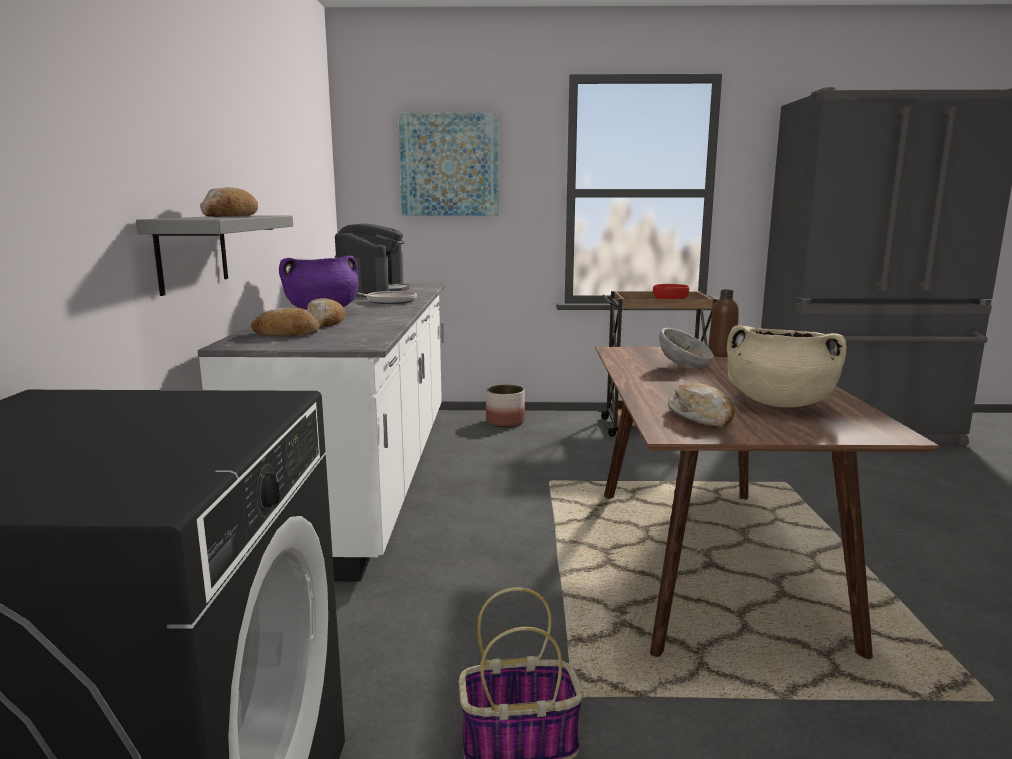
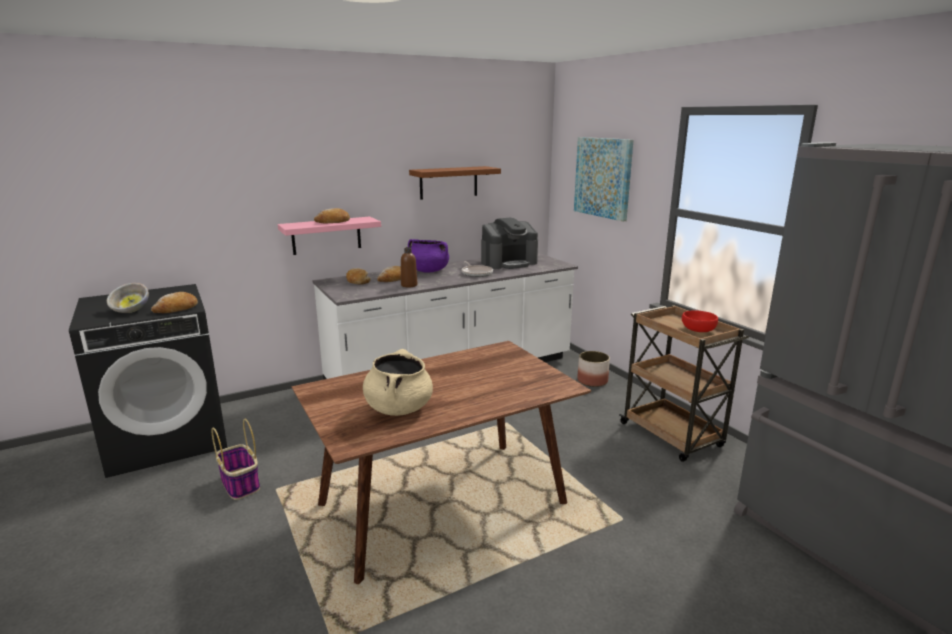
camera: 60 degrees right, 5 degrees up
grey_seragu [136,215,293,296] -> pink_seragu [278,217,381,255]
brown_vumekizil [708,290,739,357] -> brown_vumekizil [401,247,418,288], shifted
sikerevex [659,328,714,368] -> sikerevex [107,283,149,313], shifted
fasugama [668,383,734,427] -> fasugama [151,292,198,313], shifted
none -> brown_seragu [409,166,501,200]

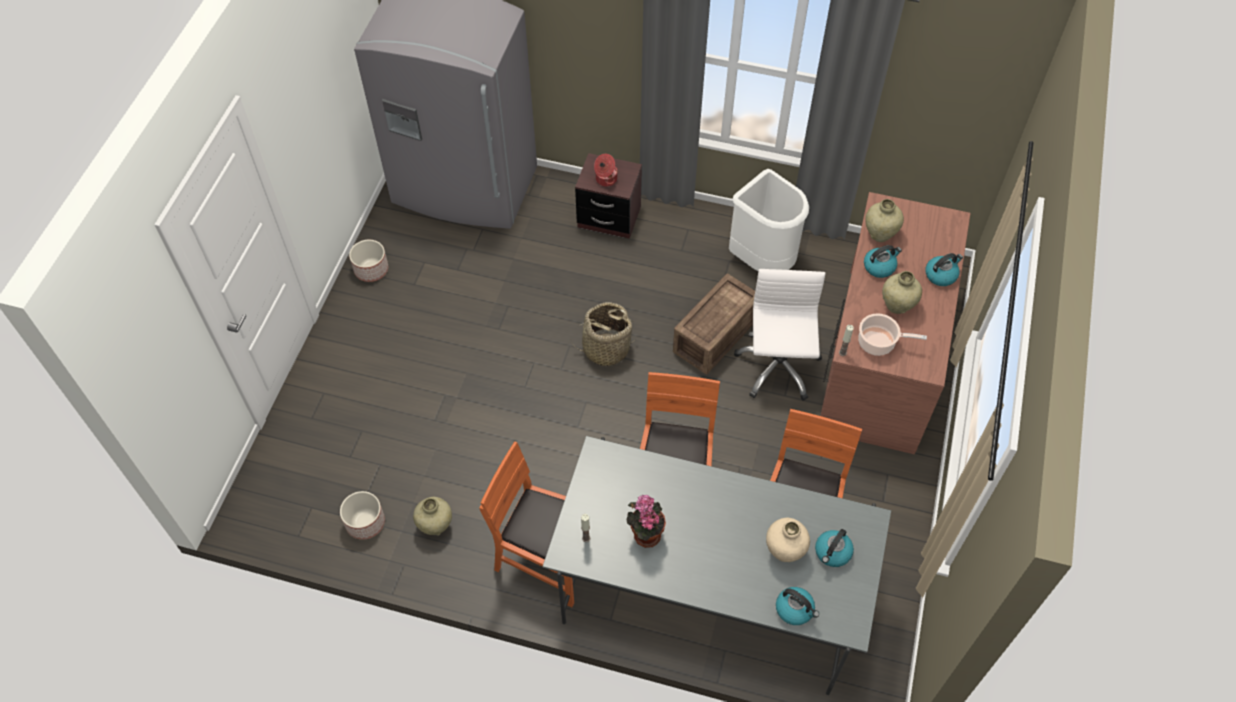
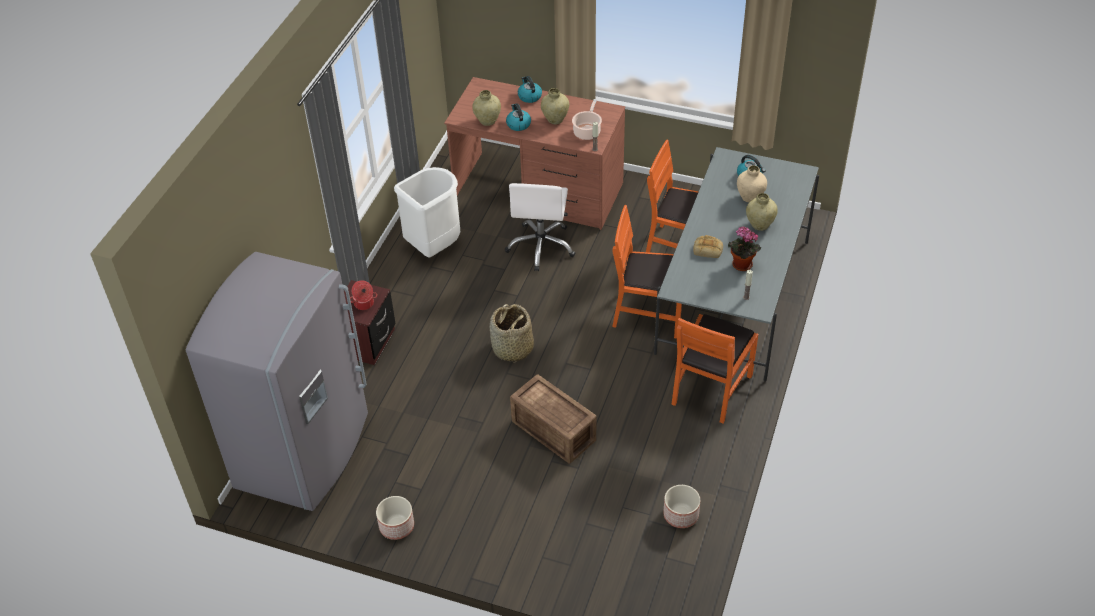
camera: 85 degrees left, 10 degrees down
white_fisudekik [734,269,826,401] -> white_fisudekik [505,183,576,271], 90 degrees counterclockwise
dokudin [673,274,755,374] -> dokudin [510,374,596,464], shifted
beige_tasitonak [413,497,452,536] -> beige_tasitonak [746,193,778,231], shifted
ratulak [776,587,819,625] -> none
none -> fasugama [693,235,723,258]

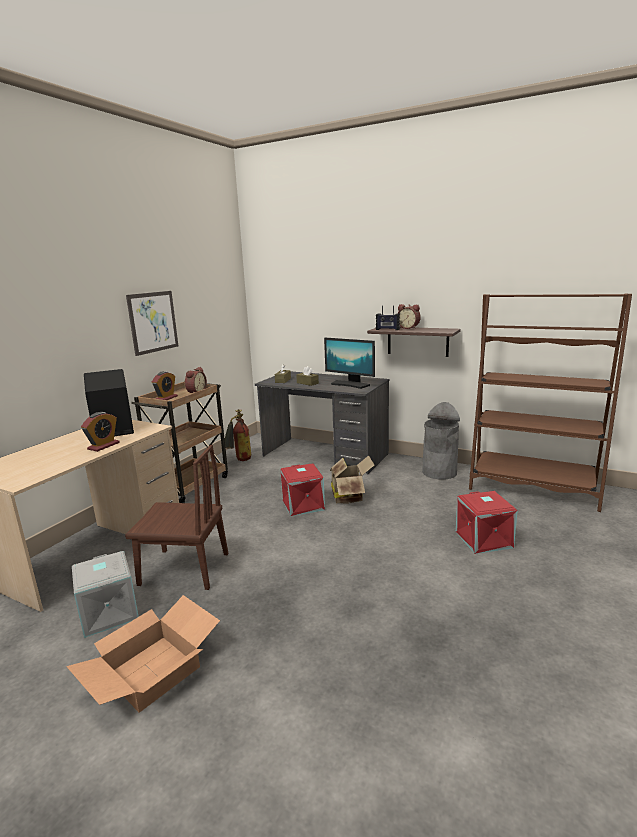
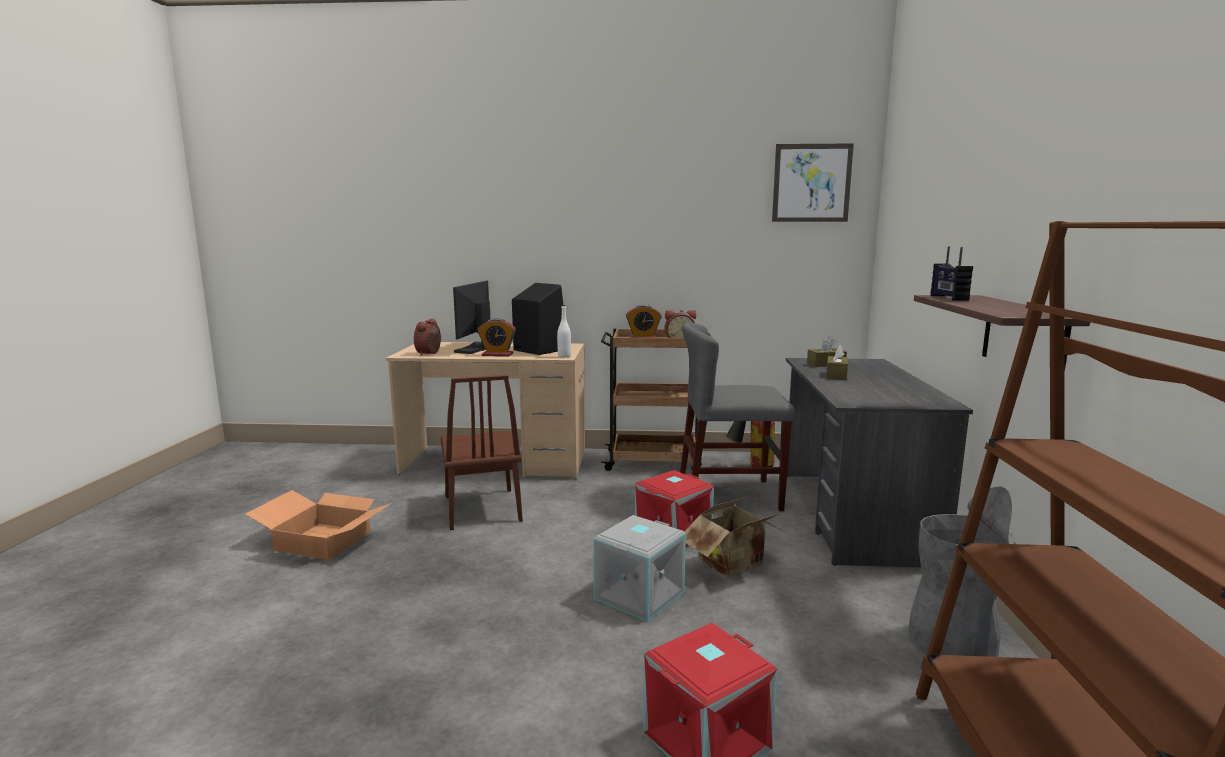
camera: 65 degrees right, 5 degrees down
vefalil [126,291,178,356] -> vefalil [772,143,854,222], shifted
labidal [398,304,421,329] -> labidal [414,319,441,356], shifted
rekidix [324,338,375,389] -> rekidix [453,281,490,354], shifted
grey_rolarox [72,551,139,638] -> grey_rolarox [593,515,686,622], shifted
none -> white_vumekizil [557,305,571,358]
none -> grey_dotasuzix [680,323,795,511]

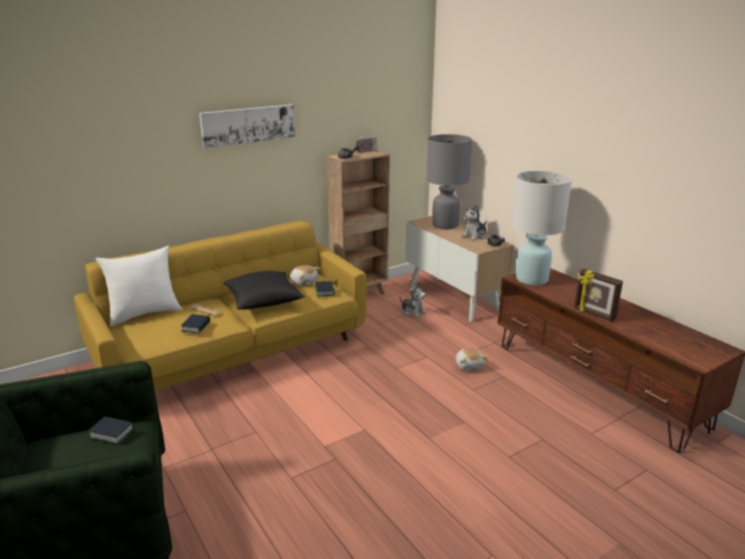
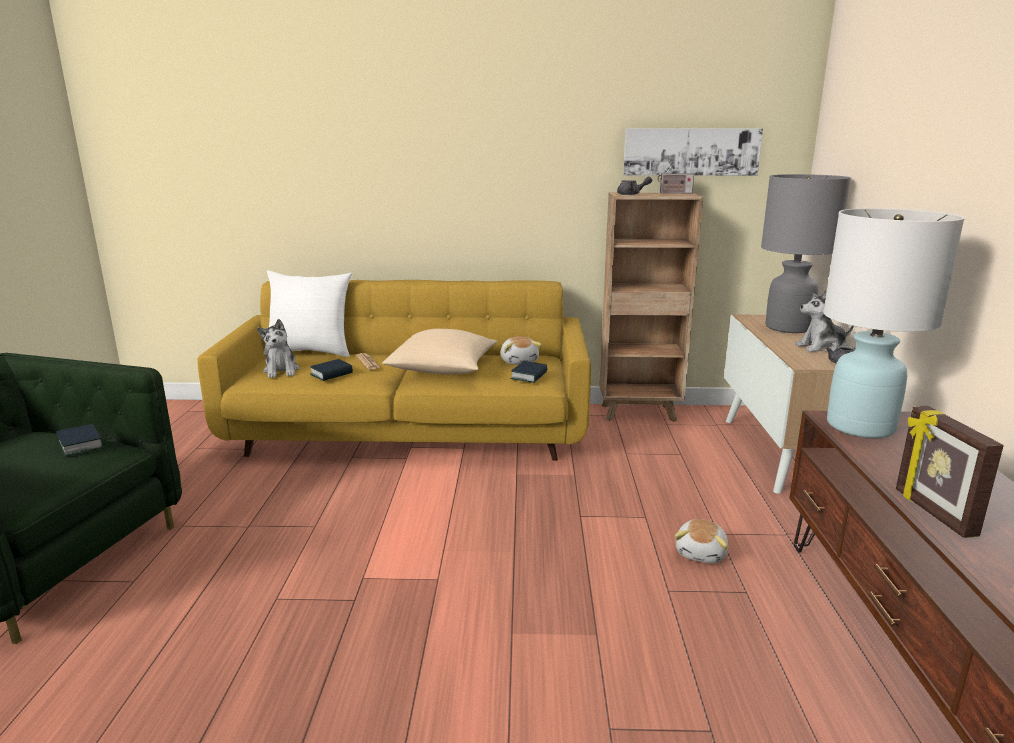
camera: 35 degrees right, 5 degrees down
vefalil [199,104,295,148] -> vefalil [623,129,763,176], shifted
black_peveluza [223,271,305,310] -> beige_peveluza [382,329,497,374]
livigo [399,283,427,318] -> livigo [257,319,300,378], shifted

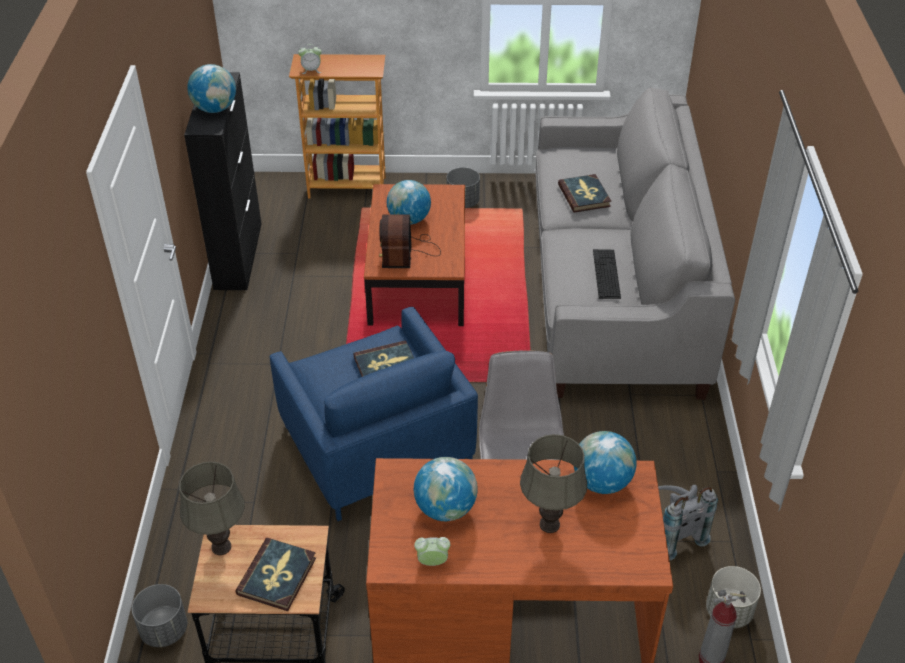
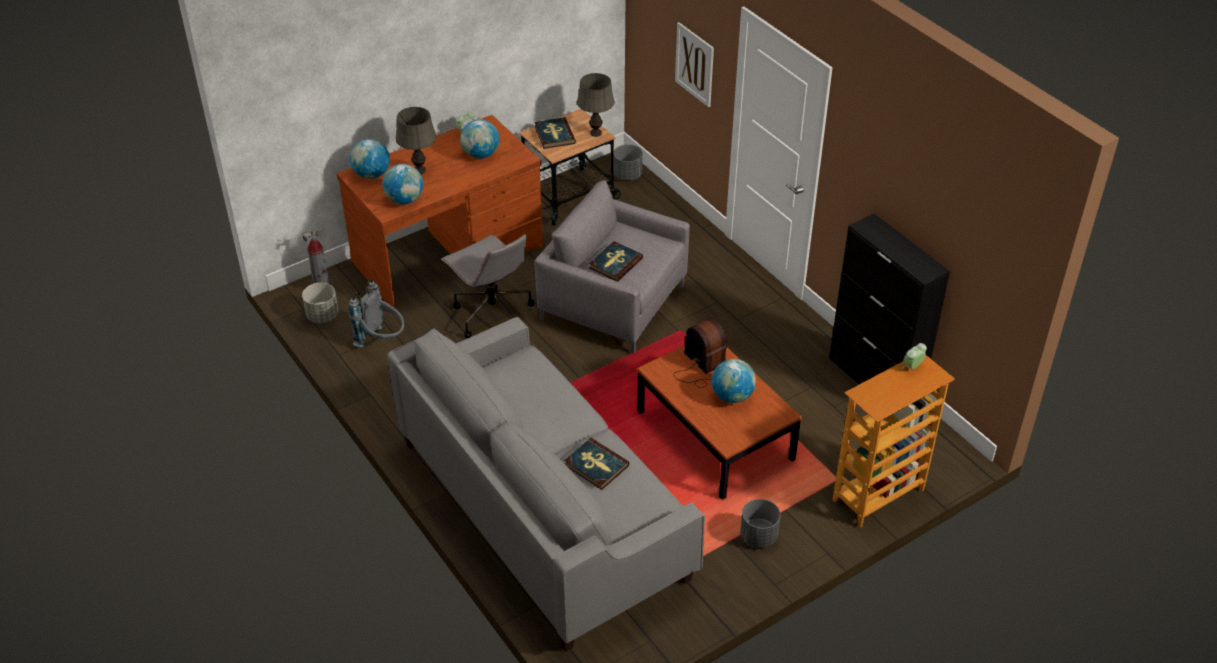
camera: 145 degrees right, 0 degrees up
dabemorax [187,64,236,113] -> dabemorax [350,139,390,179], shifted
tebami [593,249,621,299] -> none
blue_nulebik [270,307,478,521] -> grey_nulebik [535,180,690,353]
none -> vefalil [675,22,714,107]

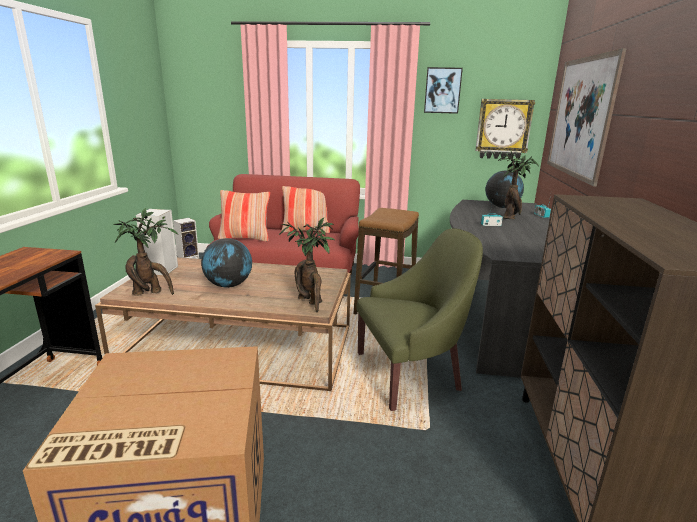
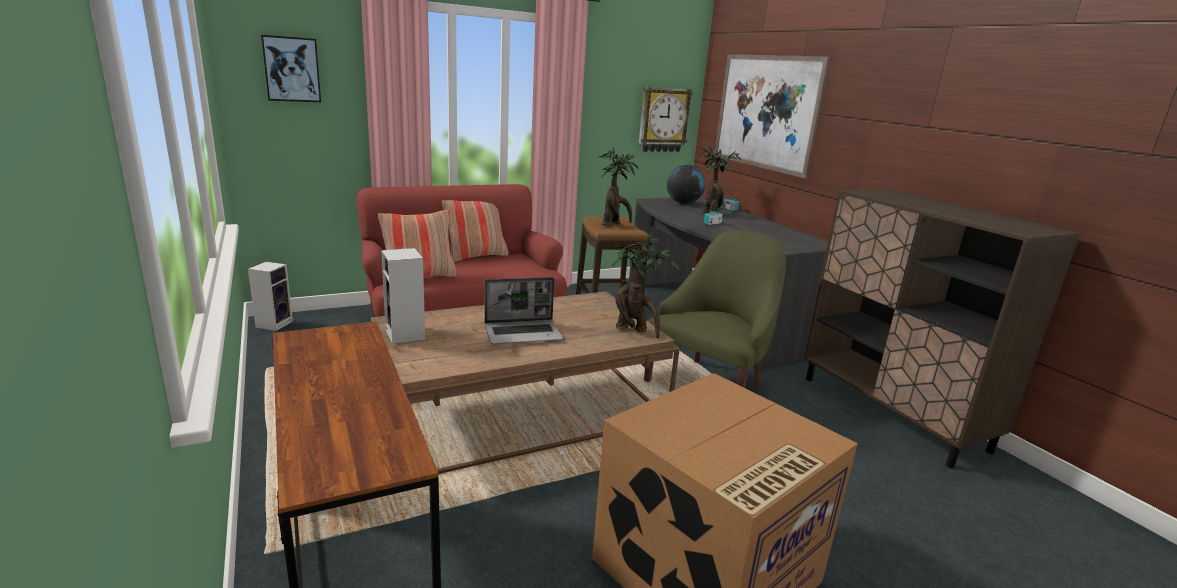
camera: 35 degrees left, 0 degrees up
vefalil [424,67,463,114] -> vefalil [261,35,321,102], shifted
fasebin [113,208,178,296] -> fasebin [599,147,638,226], shifted
dabemorax [201,238,252,288] -> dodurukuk [484,277,563,344]

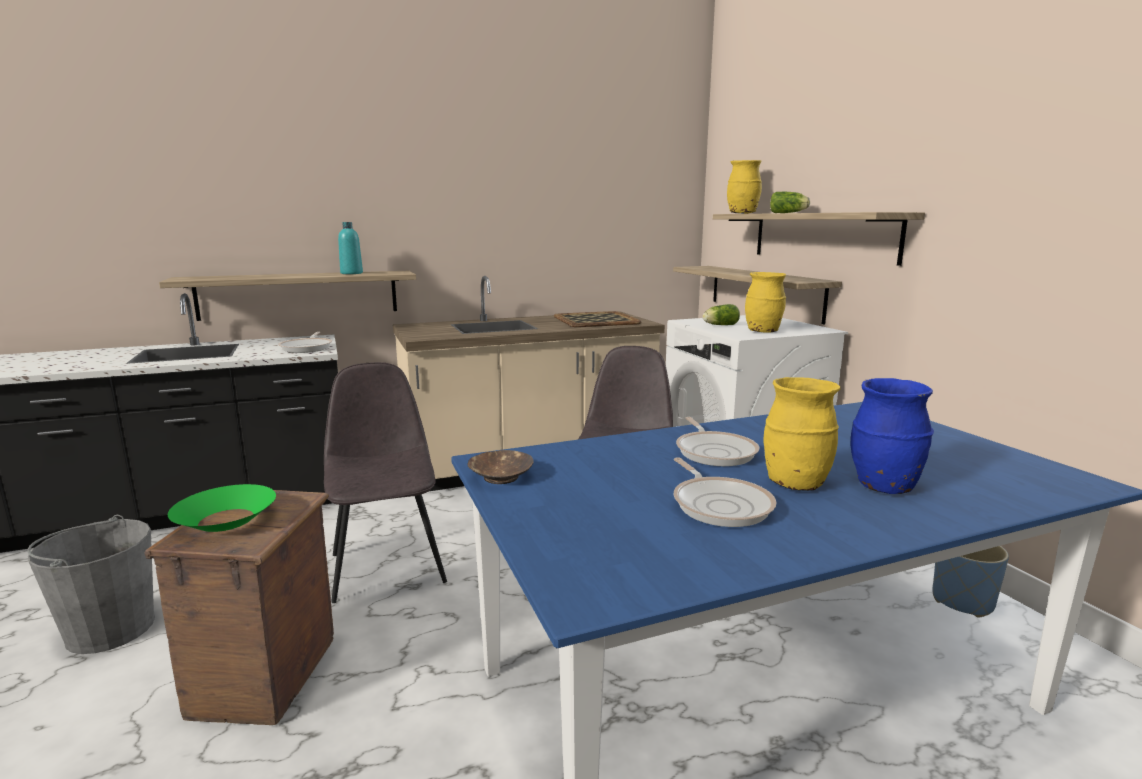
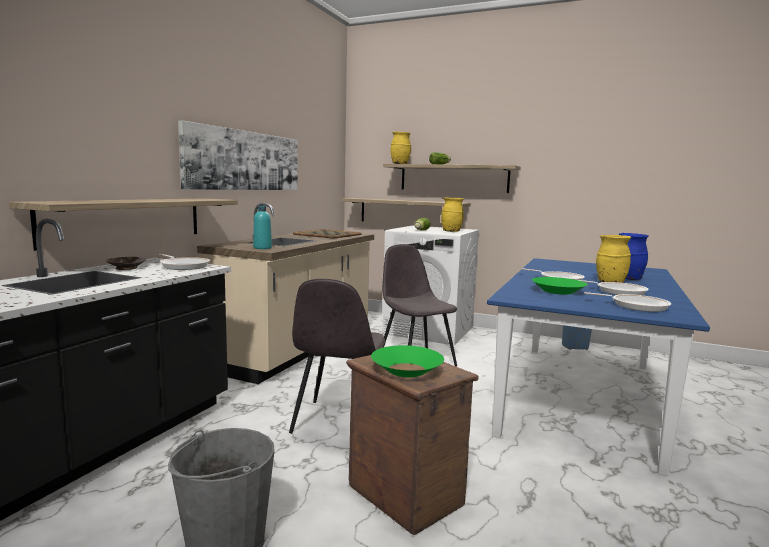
camera: 45 degrees left, 5 degrees down
turquoise_vumekizil [338,222,363,274] -> turquoise_vumekizil [253,206,272,249], shifted
grey_dotasuzix [324,362,447,603] -> grey_dotasuzix [289,279,385,434], 105 degrees counterclockwise
brown_sikerevex [468,450,534,484] -> brown_sikerevex [105,257,146,270], shifted
none -> vefalil [178,120,298,190]
none -> green_sikerevex [532,277,588,295]
none -> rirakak [584,292,671,312]

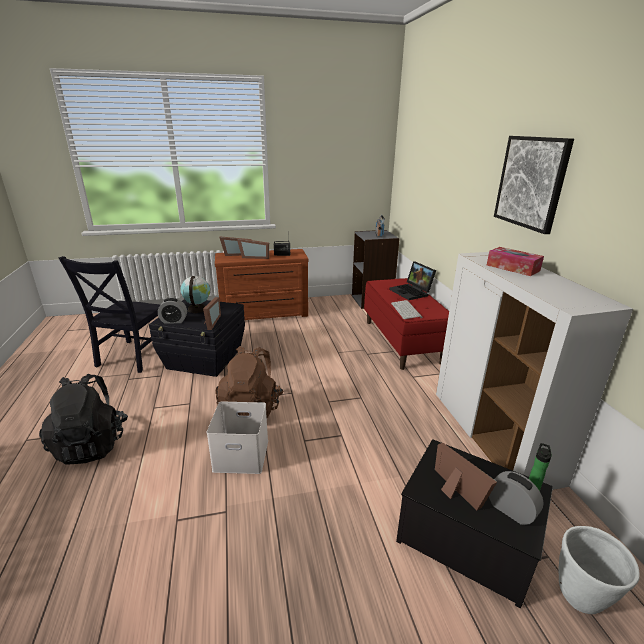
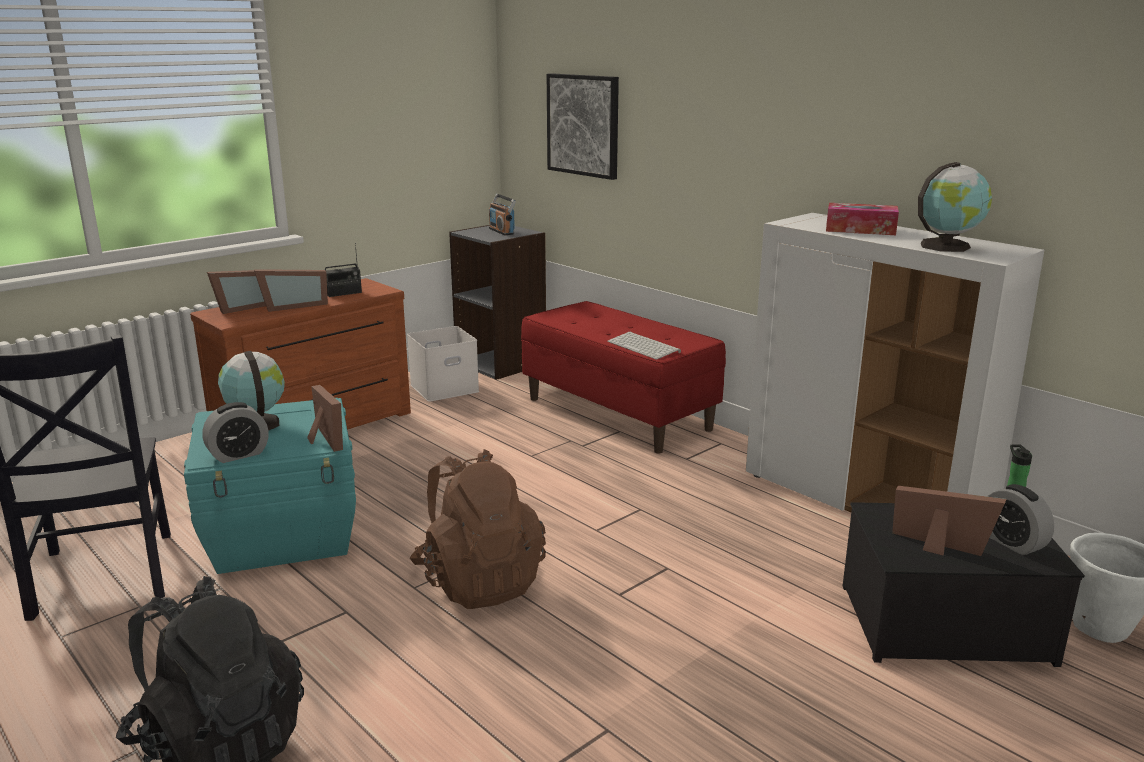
camera: 30 degrees left, 5 degrees down
vefalil [494,136,574,234] -> vefalil [547,73,619,180], shifted
dodurukuk [389,261,436,300] -> none
black_rolarox [149,299,245,377] -> turquoise_rolarox [184,398,356,574]
white_rolarox [206,401,268,474] -> white_rolarox [407,326,479,402], shifted
labidal [489,471,544,525] -> labidal [987,484,1054,555], 135 degrees counterclockwise
none -> dabemorax [918,162,992,252]

